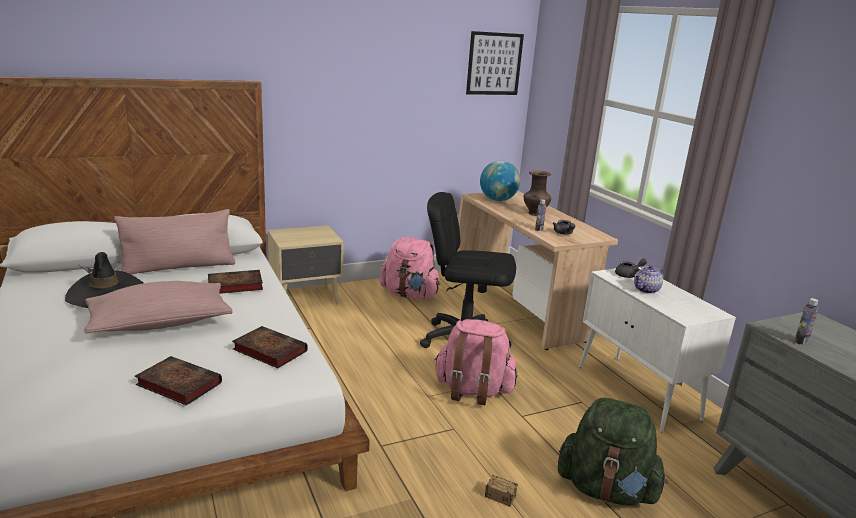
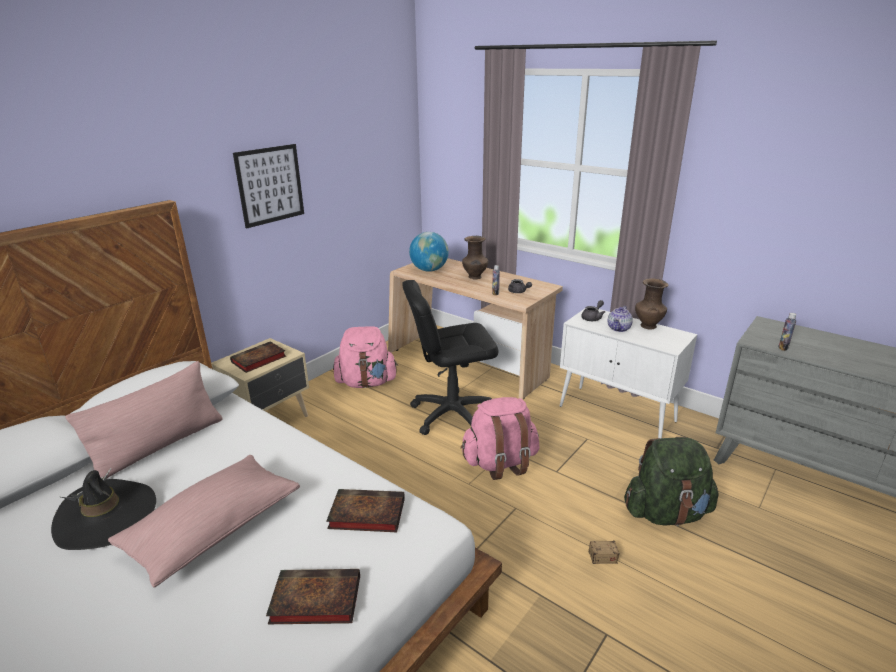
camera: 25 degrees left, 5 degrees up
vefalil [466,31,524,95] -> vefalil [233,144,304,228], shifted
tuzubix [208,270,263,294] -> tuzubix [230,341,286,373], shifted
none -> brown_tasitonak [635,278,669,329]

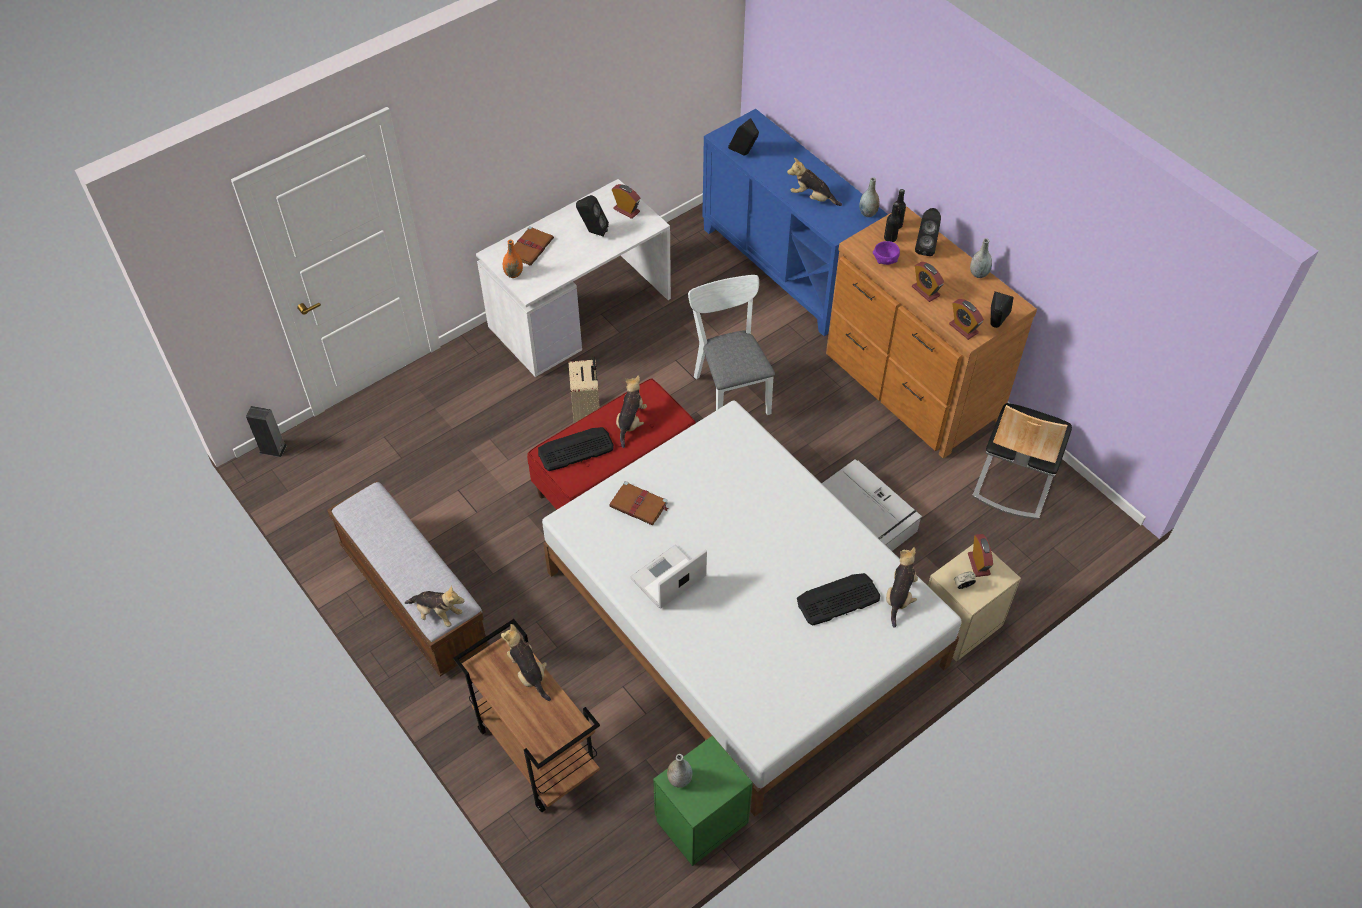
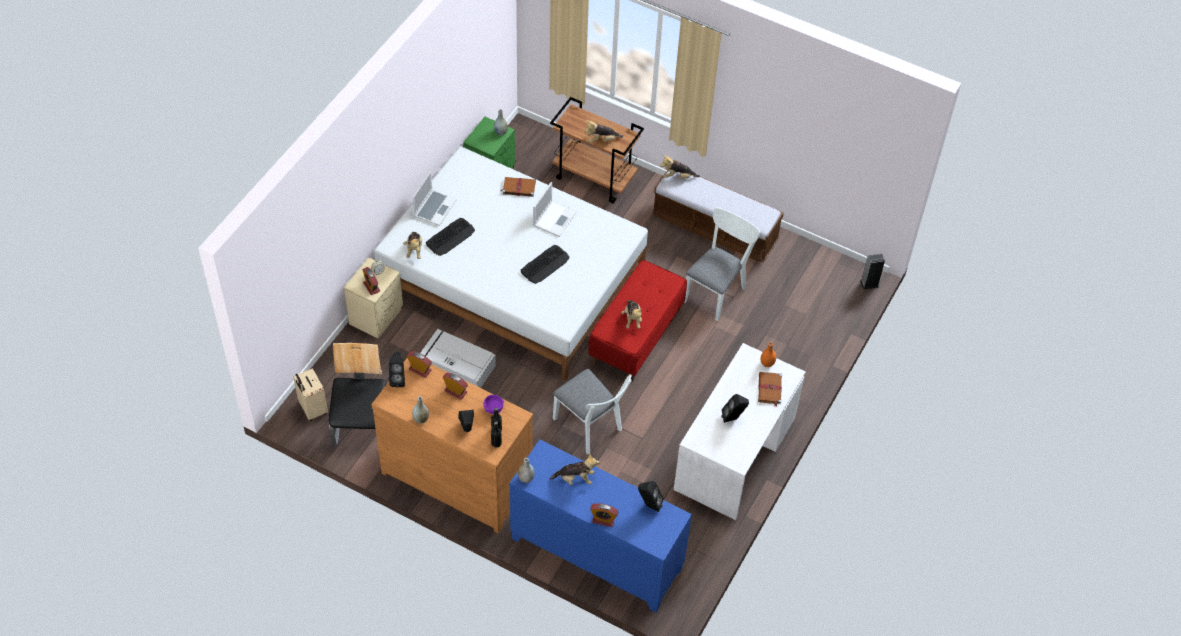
camera: 155 degrees right, 0 degrees up
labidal [612,184,641,219] -> labidal [590,503,618,527], shifted
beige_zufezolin [568,356,600,423] -> beige_zufezolin [293,368,328,421], shifted
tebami [538,427,614,471] -> tebami [521,245,570,284], shifted
brown_tuzubix [609,481,669,525] -> brown_tuzubix [501,177,536,197], shifted
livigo [501,624,551,701] -> livigo [585,120,623,143], 135 degrees clockwise
none -> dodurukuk [413,172,457,226]
none -> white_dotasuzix [684,207,760,321]

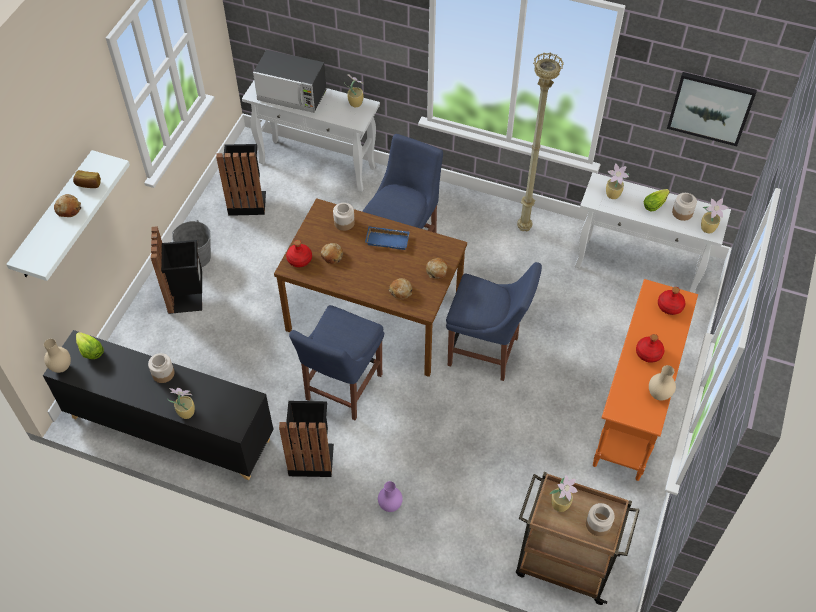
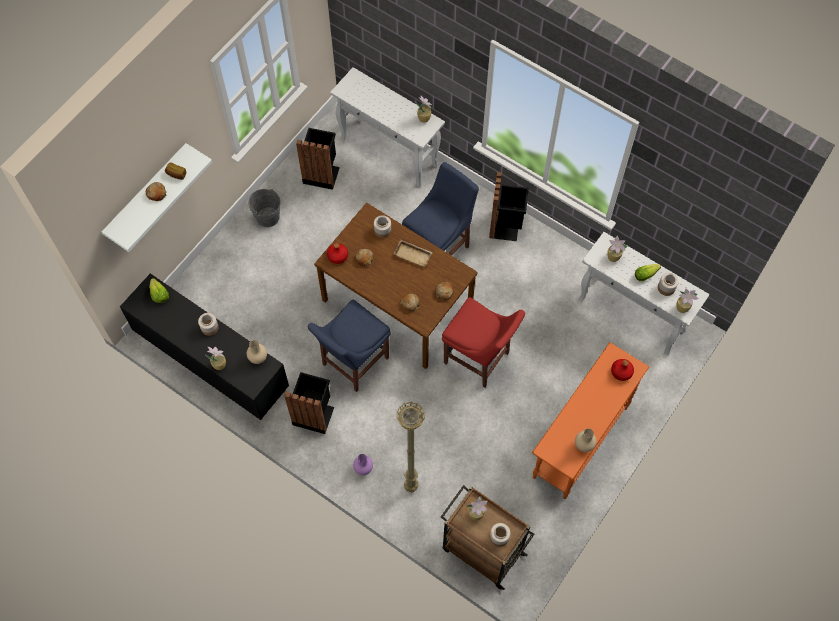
camera: 15 degrees right, 10 degrees up
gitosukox [253,50,326,113] -> none
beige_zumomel [517,53,564,231] -> beige_zumomel [397,402,425,493], shifted
vefalil [667,72,757,146] -> none
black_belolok [151,226,202,314] -> black_belolok [489,172,529,241], shifted
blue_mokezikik [365,226,410,250] -> beige_mokezikik [394,240,433,267]
blue_dotasuzix [446,262,542,381] -> red_dotasuzix [442,297,525,388]
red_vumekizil [636,334,664,363] -> none
beige_tasitonak [44,339,71,373] -> beige_tasitonak [247,340,267,364], shifted

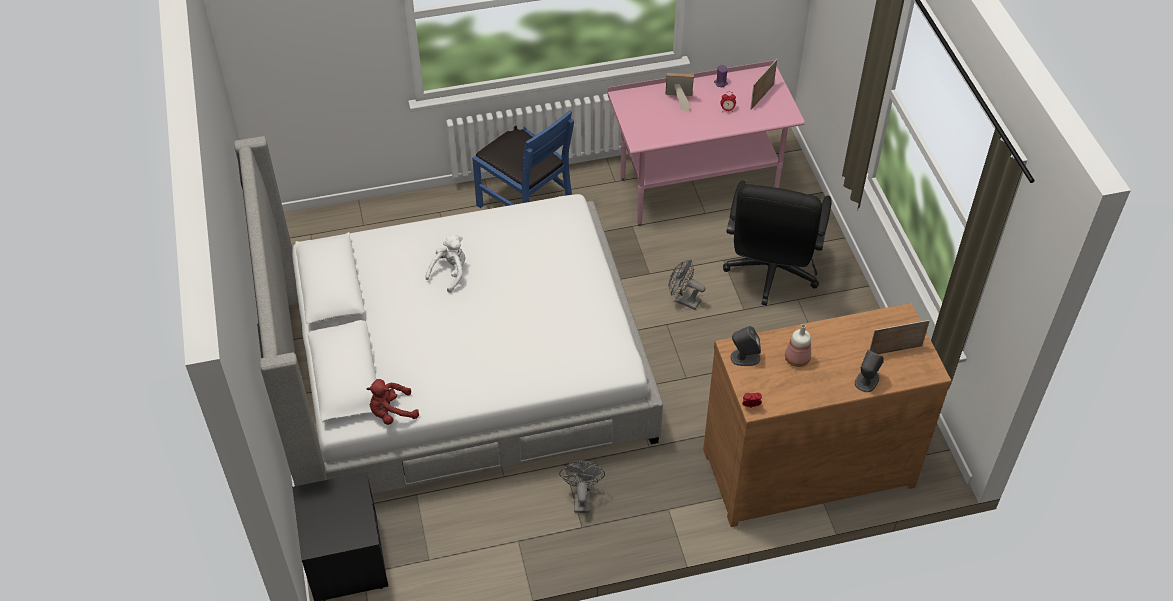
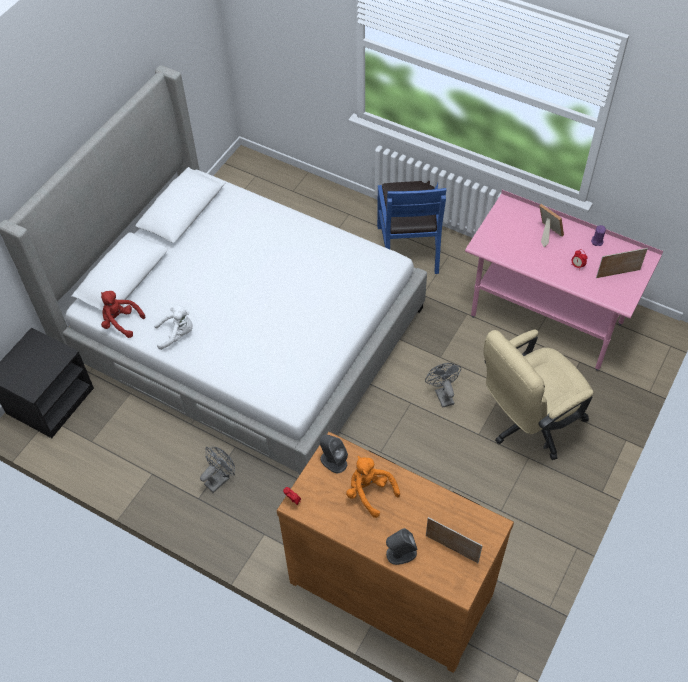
camera: 45 degrees right, 5 degrees up
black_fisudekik [723,180,832,306] -> beige_fisudekik [483,330,593,460]
white_livigo [425,235,465,293] -> white_livigo [154,305,193,350], shifted
vumekizil [785,324,811,367] -> orange_livigo [346,456,400,518]

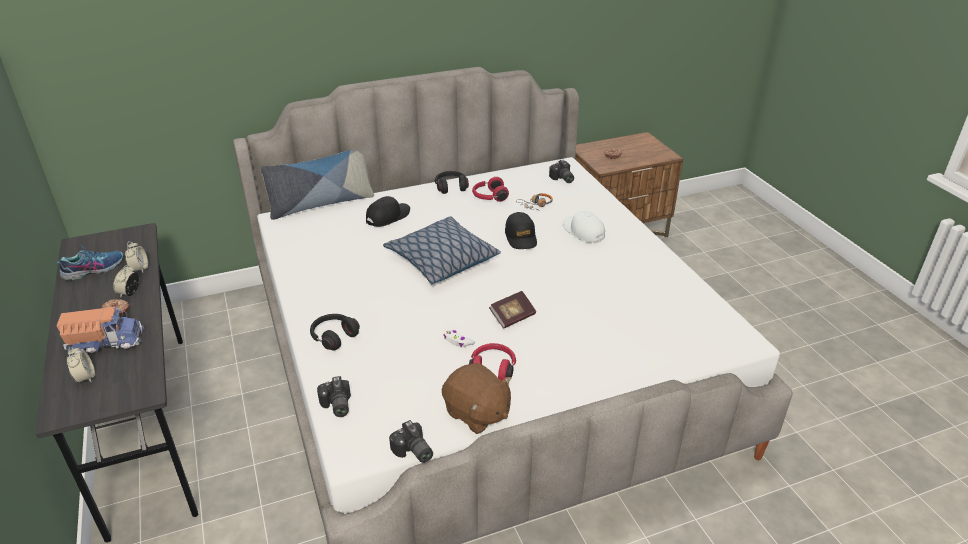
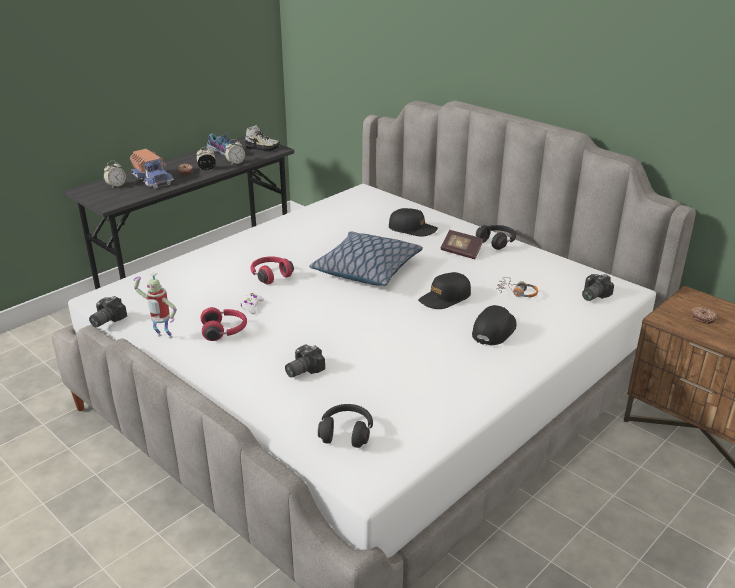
camera: 65 degrees right, 5 degrees down
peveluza [260,150,374,220] -> none
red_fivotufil [472,177,509,202] -> red_fivotufil [250,256,294,284], shifted
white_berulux [563,211,605,243] -> black_berulux [472,305,517,345]
tuzubix [489,291,536,329] -> tuzubix [441,230,483,259], shifted
black_fivotufil [310,314,360,350] -> black_fivotufil [318,404,373,448], shifted
brown_livigo [442,363,512,434] -> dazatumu [134,273,177,339]
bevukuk [317,376,351,417] -> bevukuk [285,344,325,378], shifted
none -> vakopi [244,124,280,151]

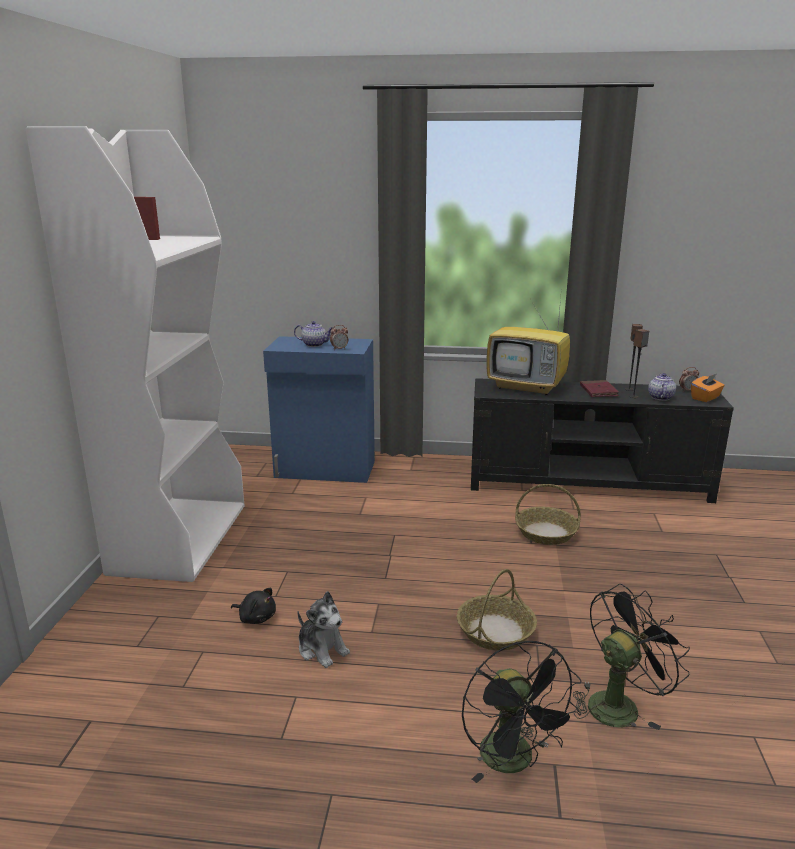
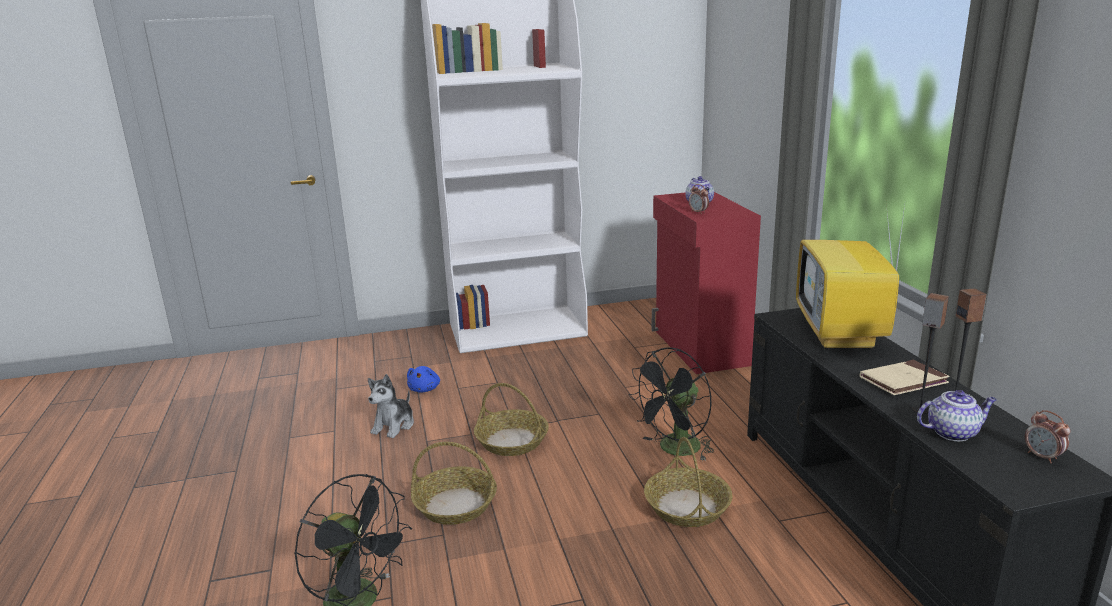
camera: 70 degrees right, 0 degrees up
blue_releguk [263,336,375,483] -> red_releguk [652,192,761,374]
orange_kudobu [691,374,725,402] -> none
red_tuzubix [580,380,619,397] -> beige_tuzubix [860,360,950,395]
black_livigo [231,588,276,624] -> blue_livigo [407,366,440,393]
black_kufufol [462,641,581,783] -> black_kufufol [628,347,714,462], shifted
none -> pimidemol [474,383,549,456]

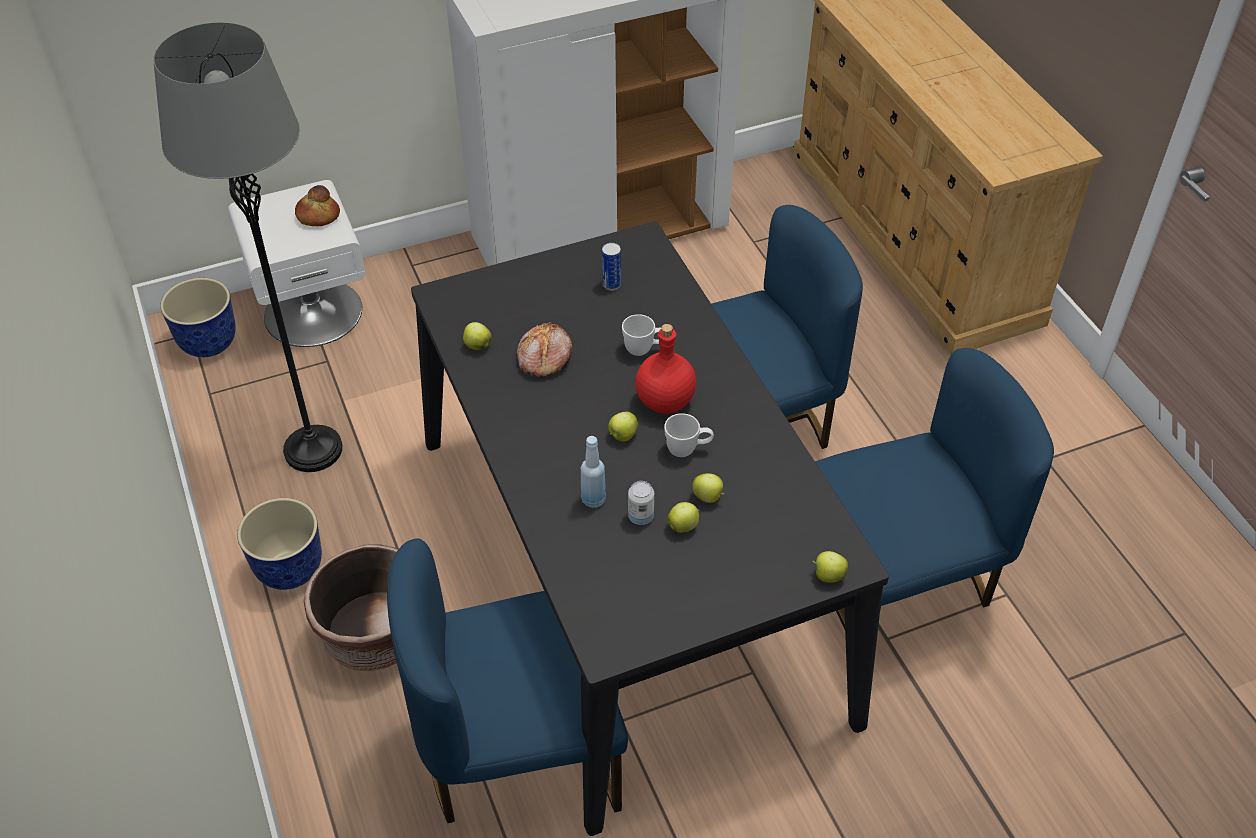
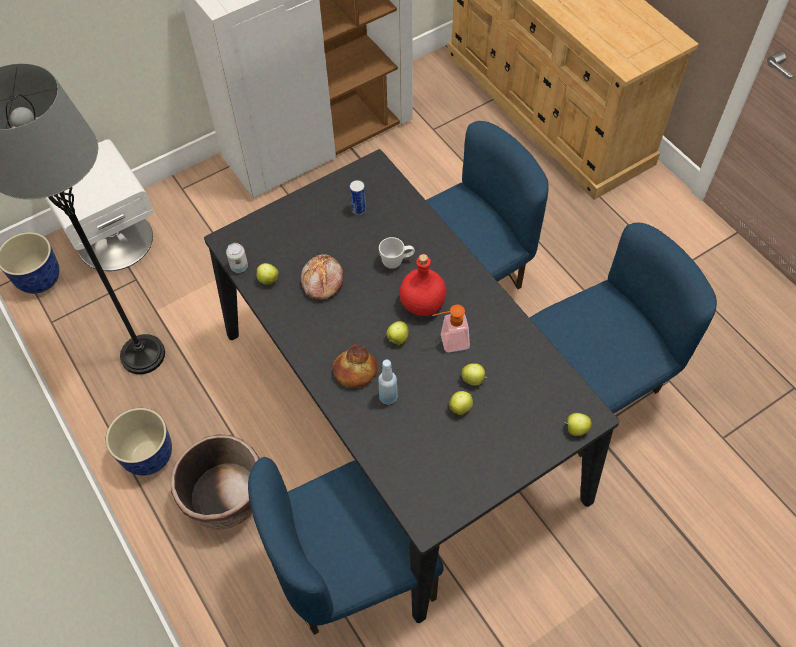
camera: 10 degrees left, 10 degrees up
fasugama [295,185,340,226] -> fasugama [333,344,378,387], shifted
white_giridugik [664,413,714,457] -> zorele [432,305,470,352]
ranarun [628,481,654,525] -> ranarun [226,243,248,273], shifted

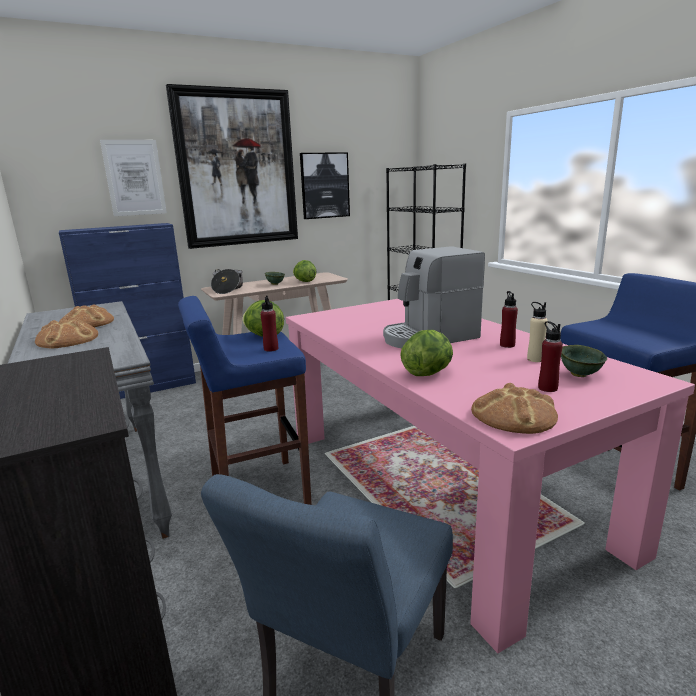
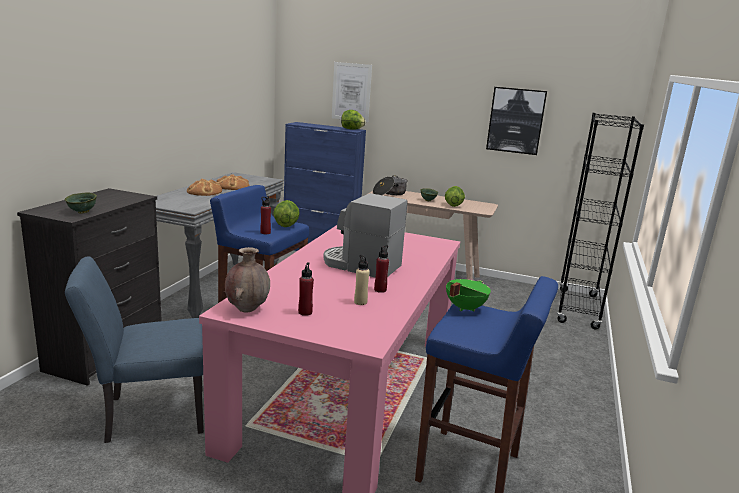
camera: 45 degrees right, 0 degrees up
vefalil [166,84,298,249] -> none
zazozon [400,330,453,376] -> zazozon [341,110,366,130], shifted
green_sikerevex [561,345,607,377] -> green_sikerevex [65,192,97,214], shifted
fasugama [471,383,558,434] -> brown_tasitonak [225,247,270,312]
none -> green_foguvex [446,279,491,311]

